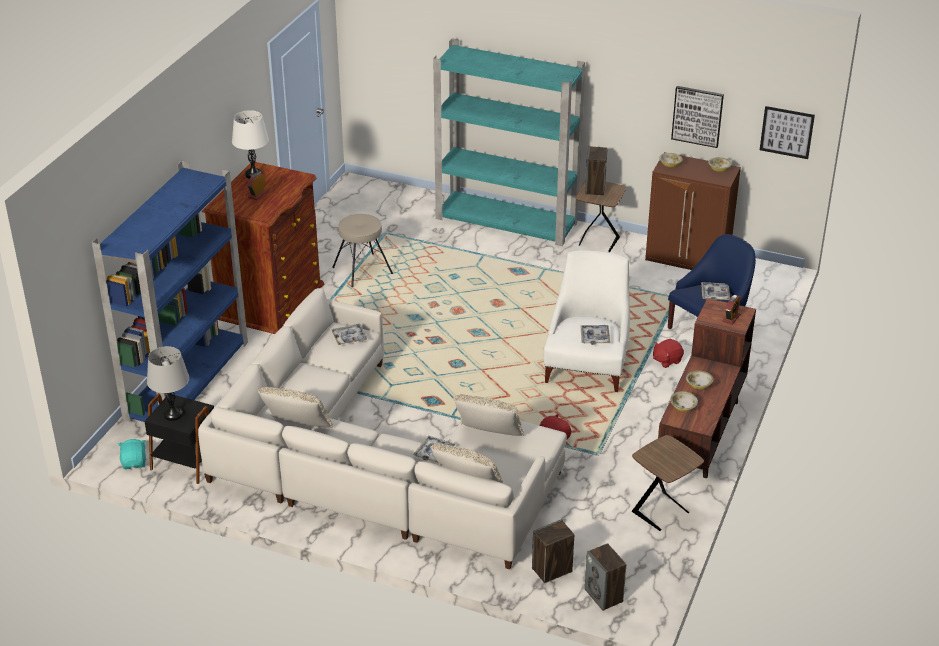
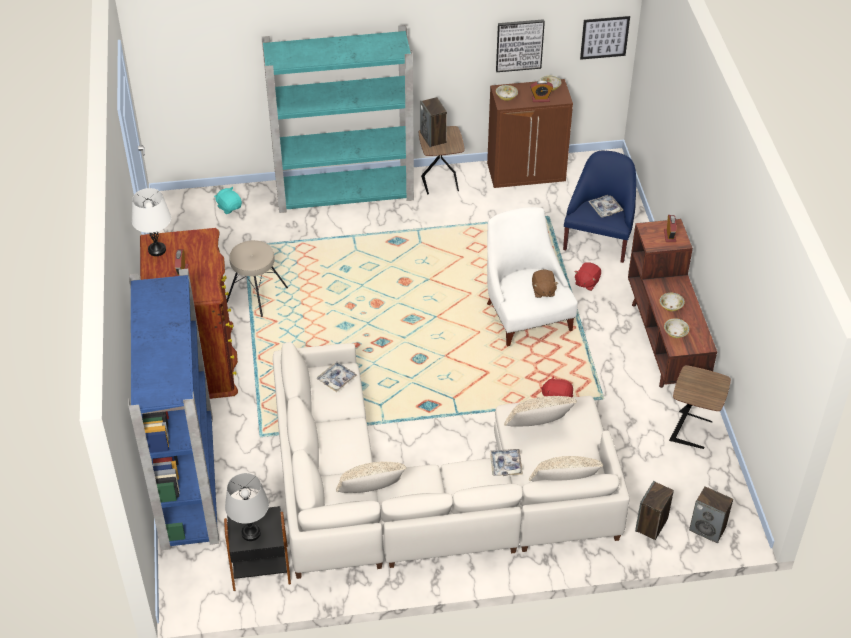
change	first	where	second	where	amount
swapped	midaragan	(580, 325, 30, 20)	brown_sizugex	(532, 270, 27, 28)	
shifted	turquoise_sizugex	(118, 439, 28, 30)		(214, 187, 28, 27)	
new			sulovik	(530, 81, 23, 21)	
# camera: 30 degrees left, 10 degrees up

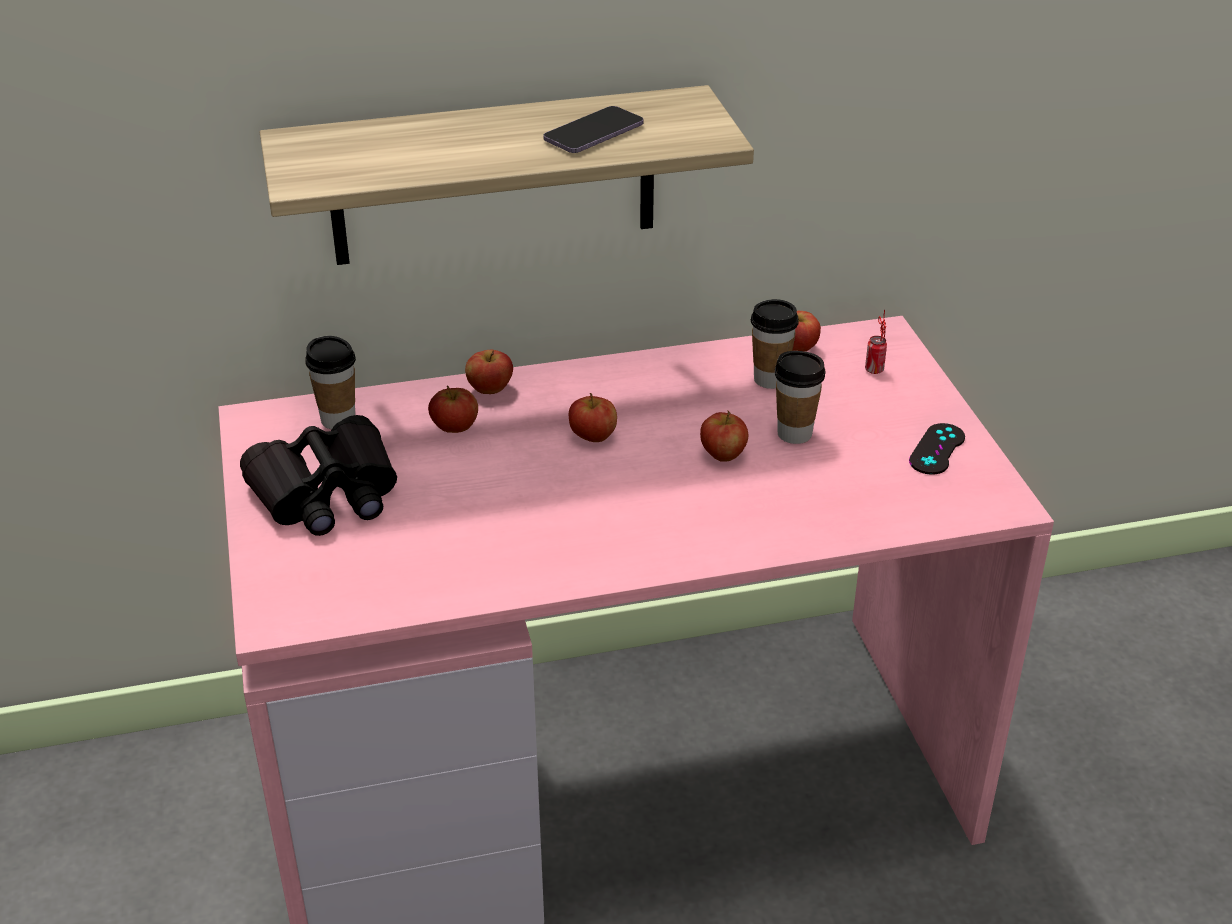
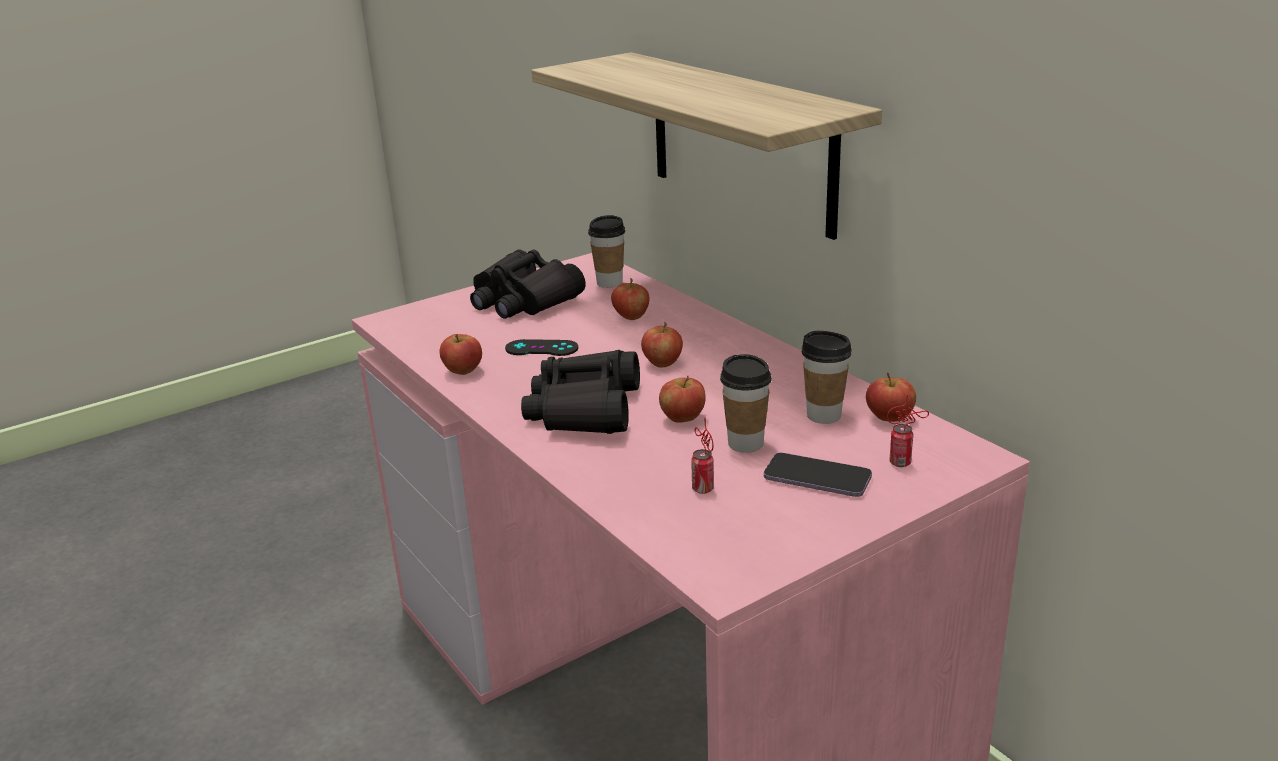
change	first	where	second	where	amount
shifted	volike	(544, 106, 99, 47)		(764, 453, 108, 44)	
shifted	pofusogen	(465, 350, 48, 44)		(440, 334, 42, 41)	
shifted	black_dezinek	(909, 423, 56, 52)		(505, 339, 73, 17)	
new			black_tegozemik	(521, 350, 119, 84)	
new			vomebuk	(691, 418, 23, 76)	
# camera: 70 degrees right, 10 degrees down

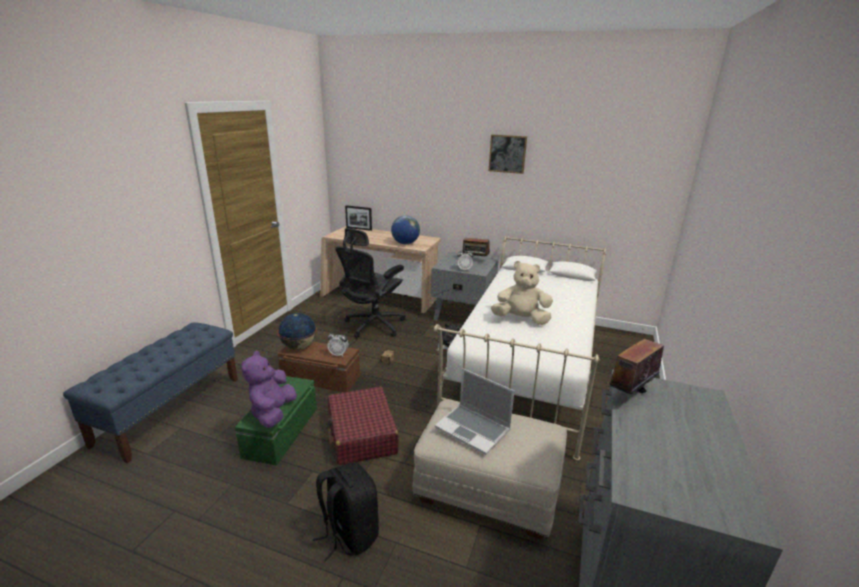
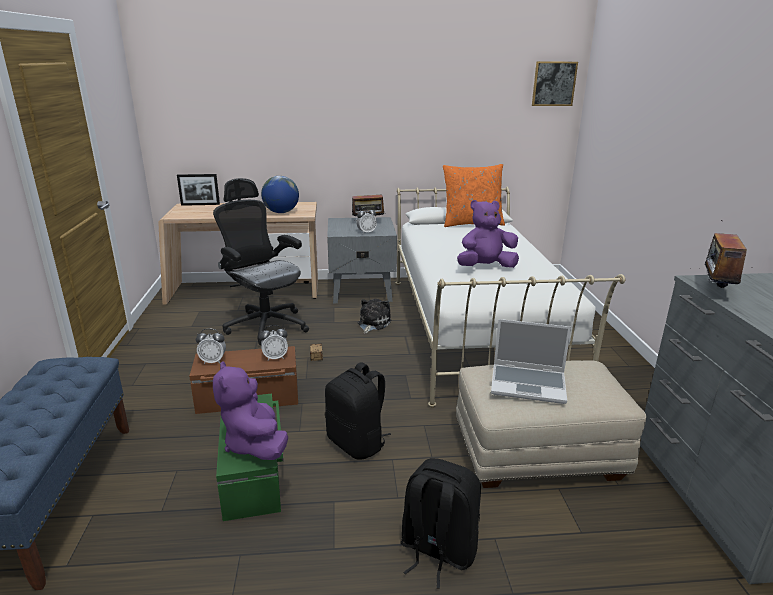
change	first	where	second	where	amount
shifted	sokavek	(489, 135, 38, 39)		(532, 61, 46, 45)	
rotated	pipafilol	(335, 228, 70, 110)		(213, 178, 96, 167)	135 degrees clockwise
repainted	beige_sizugex	(491, 261, 62, 64)	purple_sizugex	(457, 200, 62, 68)	
swapped	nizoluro	(277, 313, 40, 37)	sulovik	(196, 329, 30, 35)	
swapped	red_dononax	(327, 387, 72, 79)	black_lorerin	(325, 362, 66, 98)	
new			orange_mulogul	(443, 164, 62, 63)	
# camera: 25 degrees left, 0 degrees up

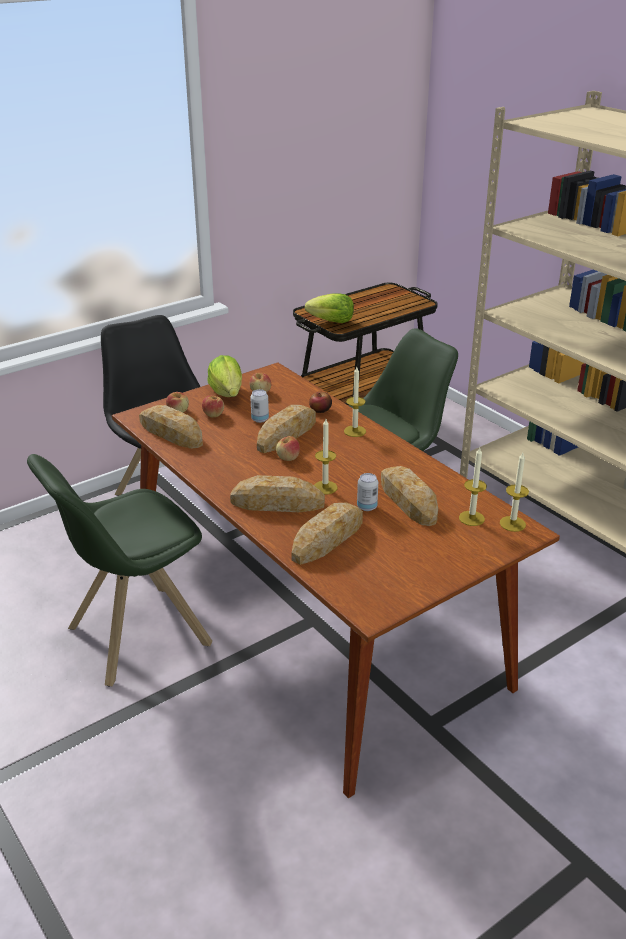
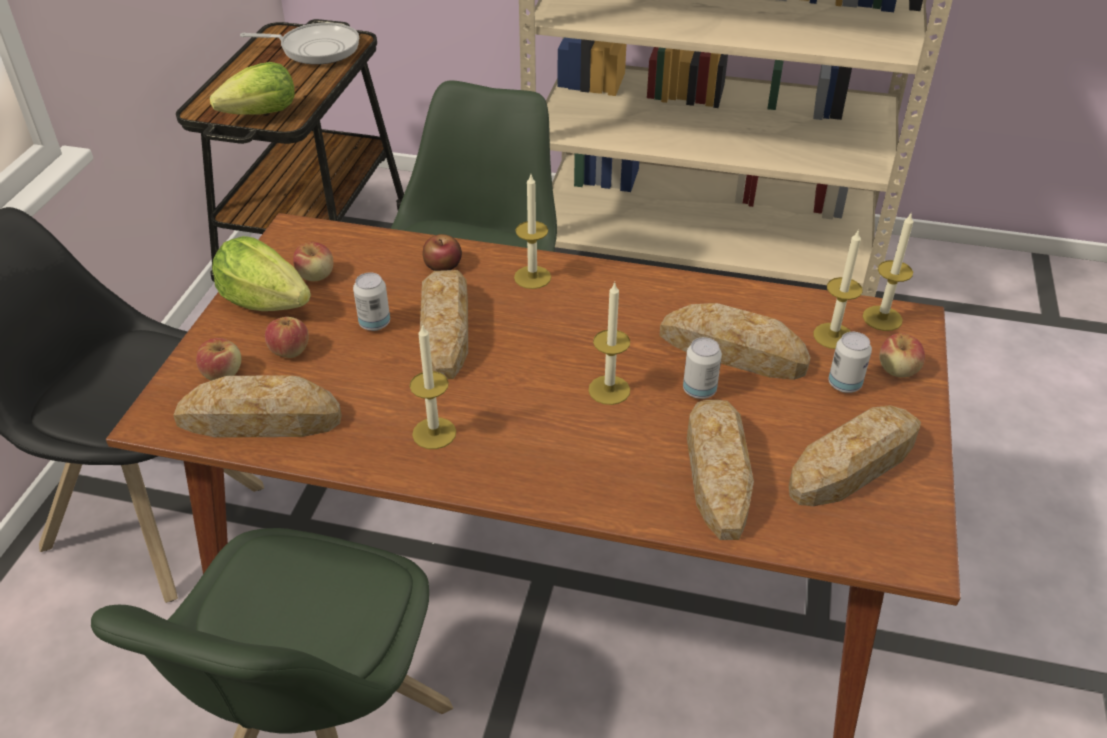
change	first	where	second	where	amount
shifted	pofusogen	(276, 436, 24, 25)		(879, 333, 46, 45)	
shifted	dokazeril	(230, 475, 95, 37)		(789, 405, 132, 101)	
new			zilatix	(240, 22, 119, 43)	
new			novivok	(409, 324, 47, 125)	
new			vomebuk	(828, 332, 44, 61)	
# camera: 40 degrees left, 10 degrees up

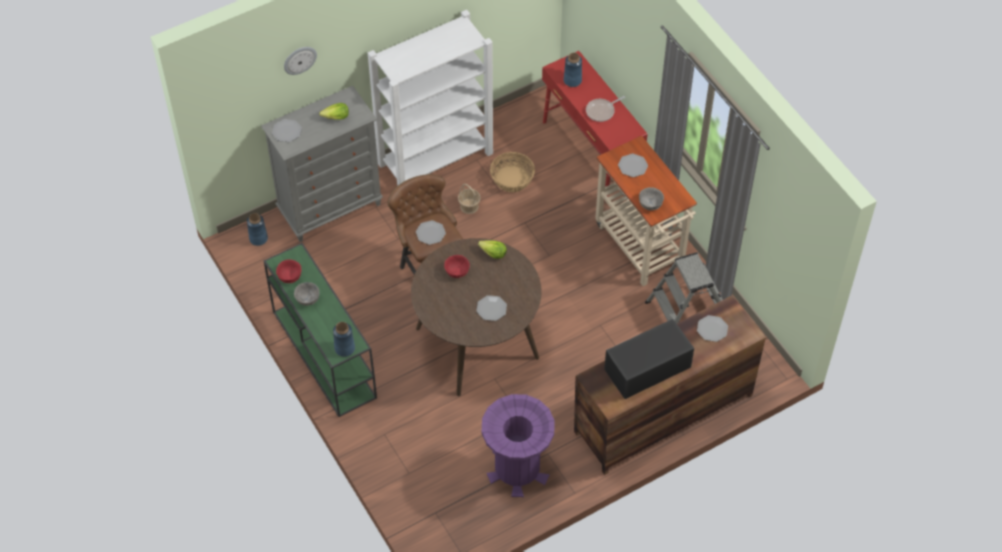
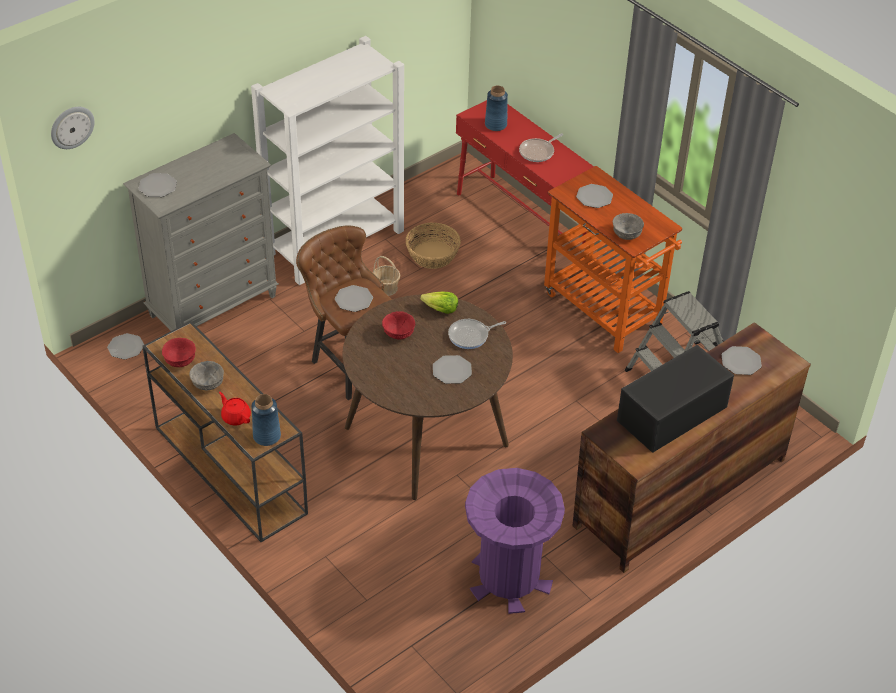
change	first	where	second	where	amount
shifted	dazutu	(284, 47, 33, 28)		(51, 107, 44, 42)	
gone	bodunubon	(319, 103, 30, 17)			
repainted	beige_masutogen	(595, 136, 102, 150)	orange_masutogen	(544, 166, 138, 187)	
swapped	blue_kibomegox	(247, 213, 21, 33)	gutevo	(107, 333, 37, 26)	
repainted	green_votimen	(263, 243, 114, 174)	brown_votimen	(142, 321, 166, 221)	
new			zilatix	(448, 319, 58, 30)	
new			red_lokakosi	(219, 392, 32, 34)	
# camera: 10 degrees left, 10 degrees down

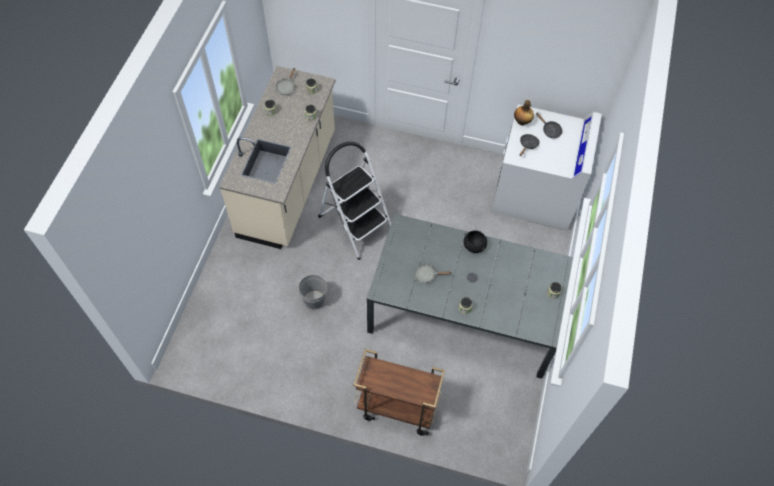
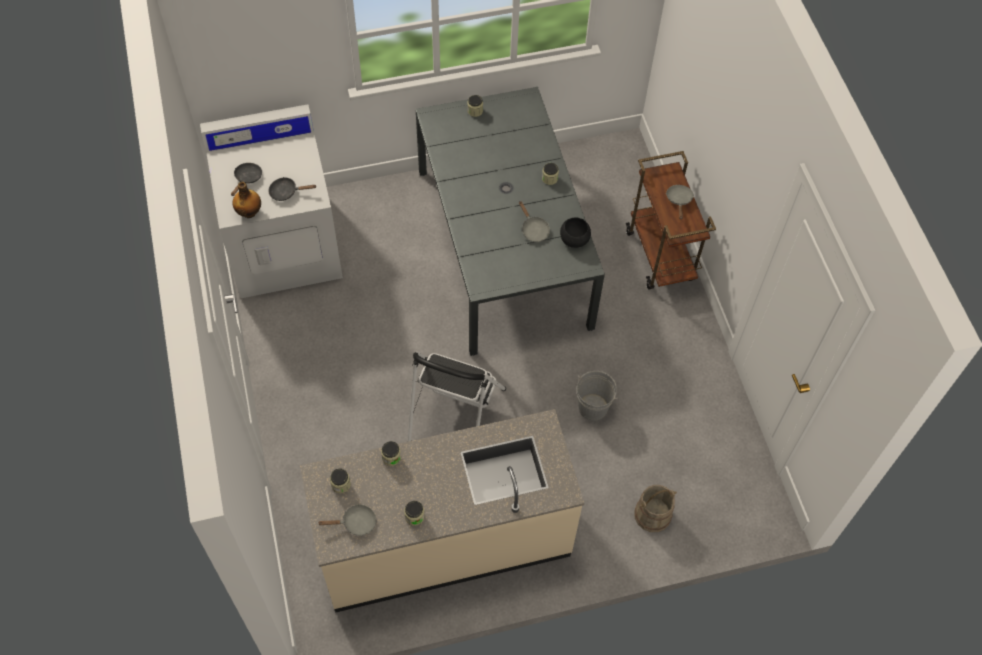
change	first	where	second	where	amount
shifted	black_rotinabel	(464, 230, 23, 23)		(560, 218, 31, 30)	
new			grey_zilatix	(666, 185, 28, 34)	
new			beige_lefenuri	(634, 485, 43, 47)	
# camera: 120 degrees left, 0 degrees up

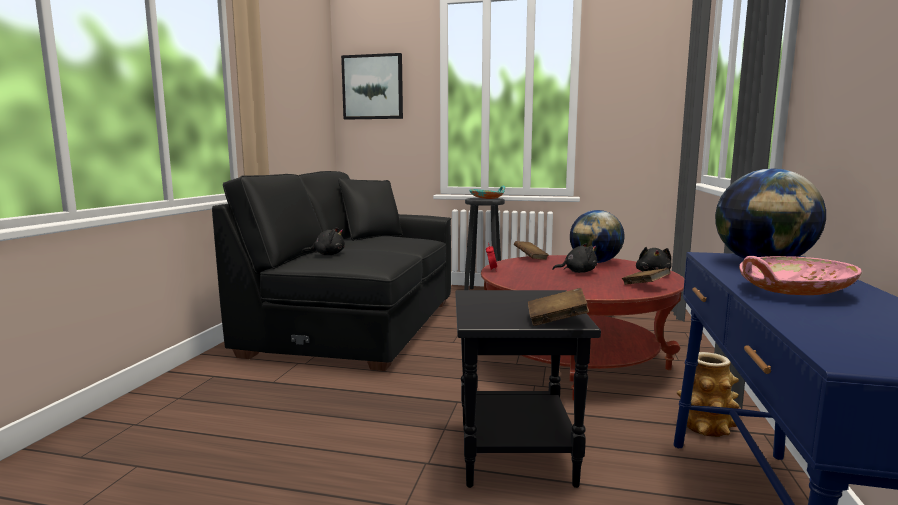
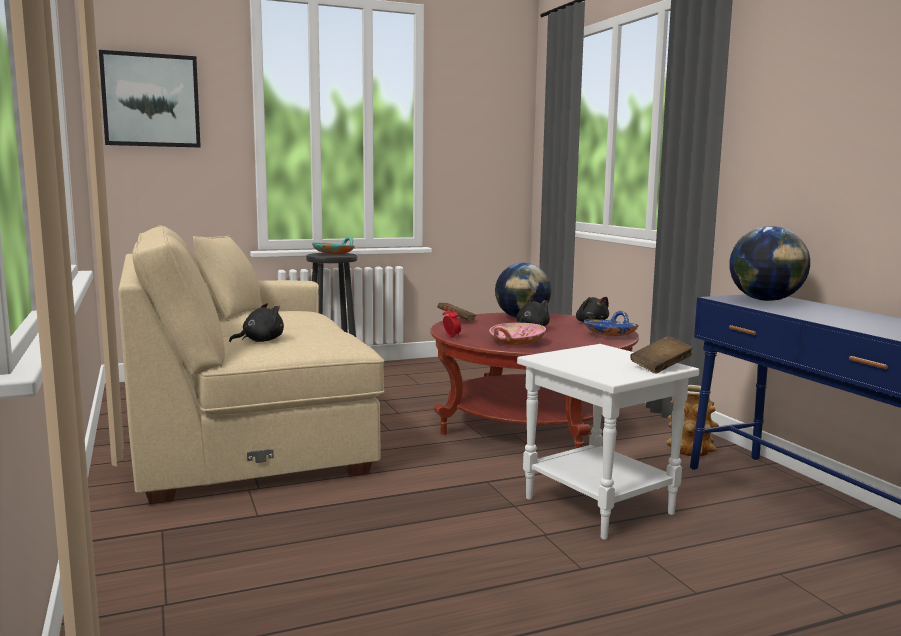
change	first	where	second	where	amount
repainted	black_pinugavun	(212, 171, 239, 200)	beige_pinugavun	(118, 225, 266, 279)	
shifted	pink_rotinabel	(739, 256, 123, 39)		(489, 323, 57, 22)	
swapped	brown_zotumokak	(622, 268, 49, 17)	blue_rotinabel	(584, 311, 54, 25)	
repainted	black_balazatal	(456, 290, 145, 198)	white_balazatal	(517, 344, 182, 196)	
# camera: 35 degrees left, 0 degrees up

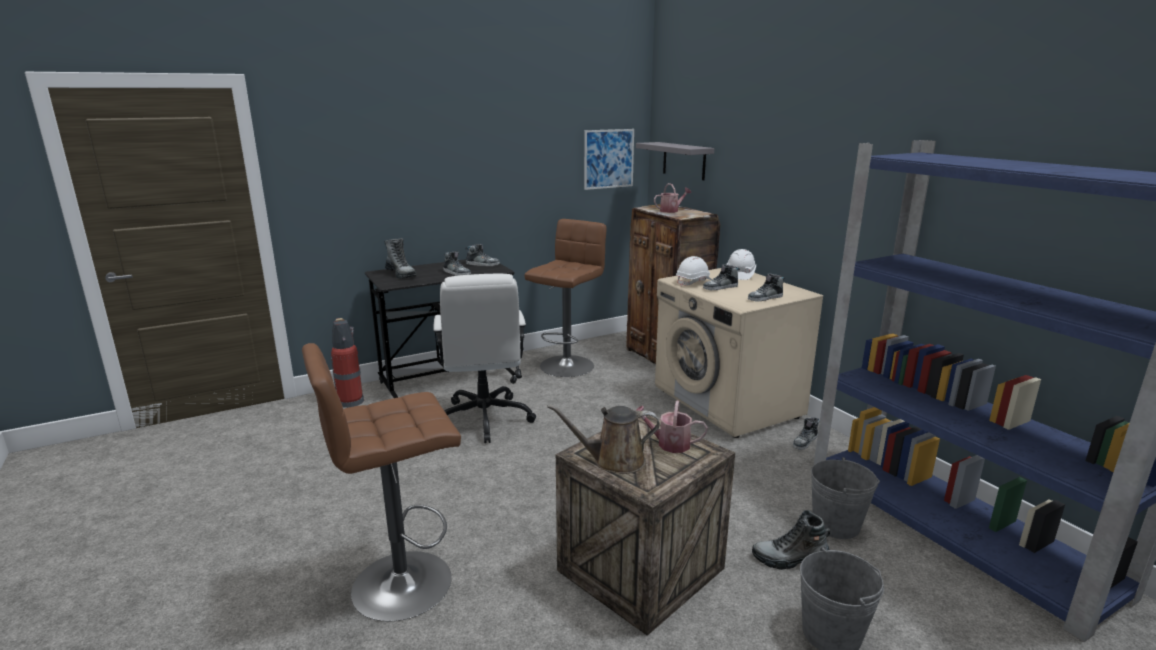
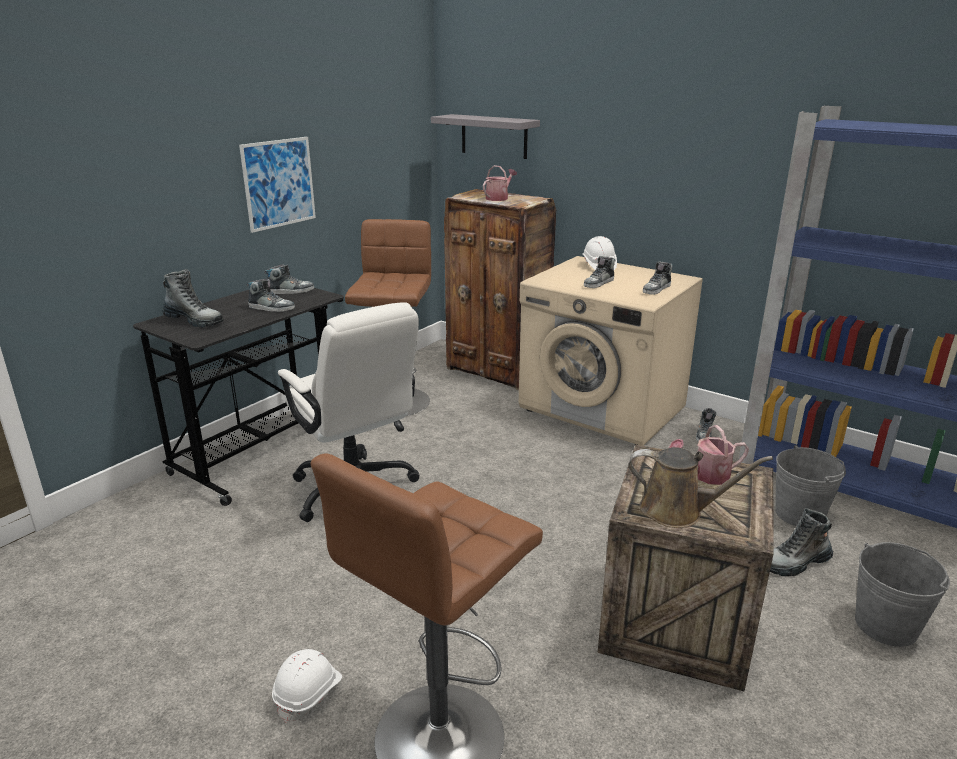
change	first	where	second	where	amount
shifted	sokavek	(584, 129, 50, 61)		(239, 137, 77, 96)	
shifted	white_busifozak	(676, 256, 36, 30)		(272, 649, 70, 74)	
gone	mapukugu	(331, 318, 34, 90)			
rotated	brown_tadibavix	(547, 405, 112, 69)		(628, 447, 145, 81)	135 degrees counterclockwise
# camera: 25 degrees left, 5 degrees up

